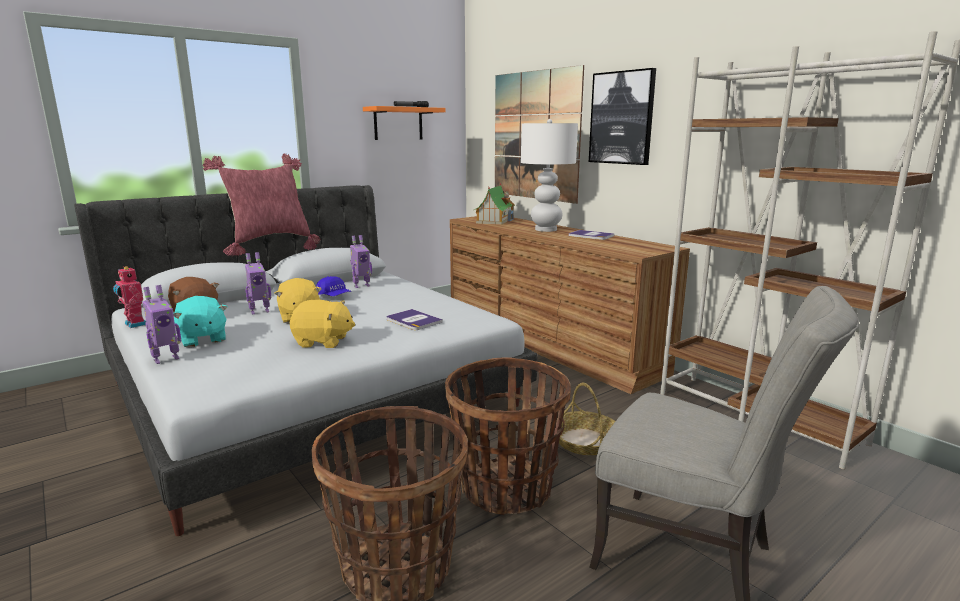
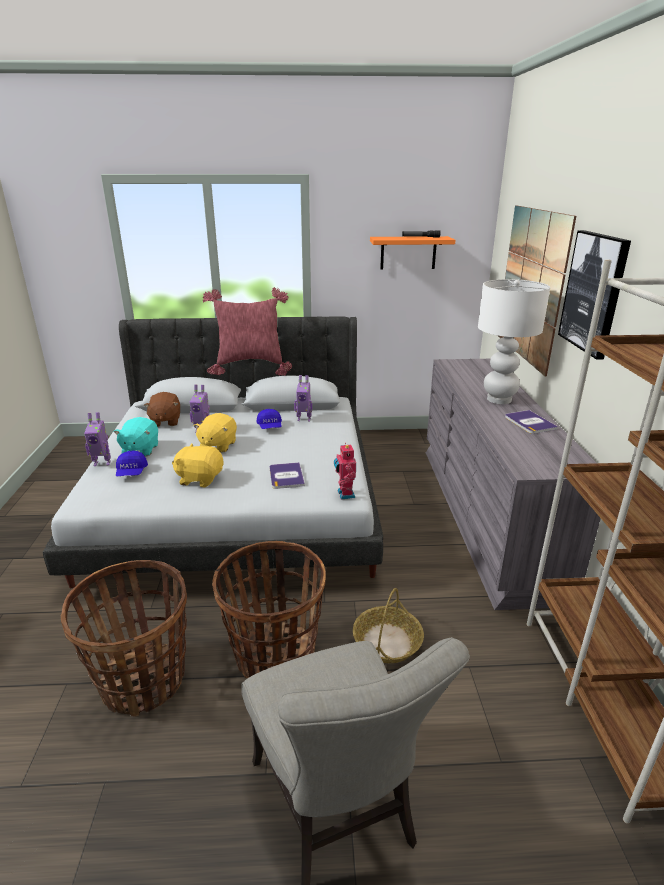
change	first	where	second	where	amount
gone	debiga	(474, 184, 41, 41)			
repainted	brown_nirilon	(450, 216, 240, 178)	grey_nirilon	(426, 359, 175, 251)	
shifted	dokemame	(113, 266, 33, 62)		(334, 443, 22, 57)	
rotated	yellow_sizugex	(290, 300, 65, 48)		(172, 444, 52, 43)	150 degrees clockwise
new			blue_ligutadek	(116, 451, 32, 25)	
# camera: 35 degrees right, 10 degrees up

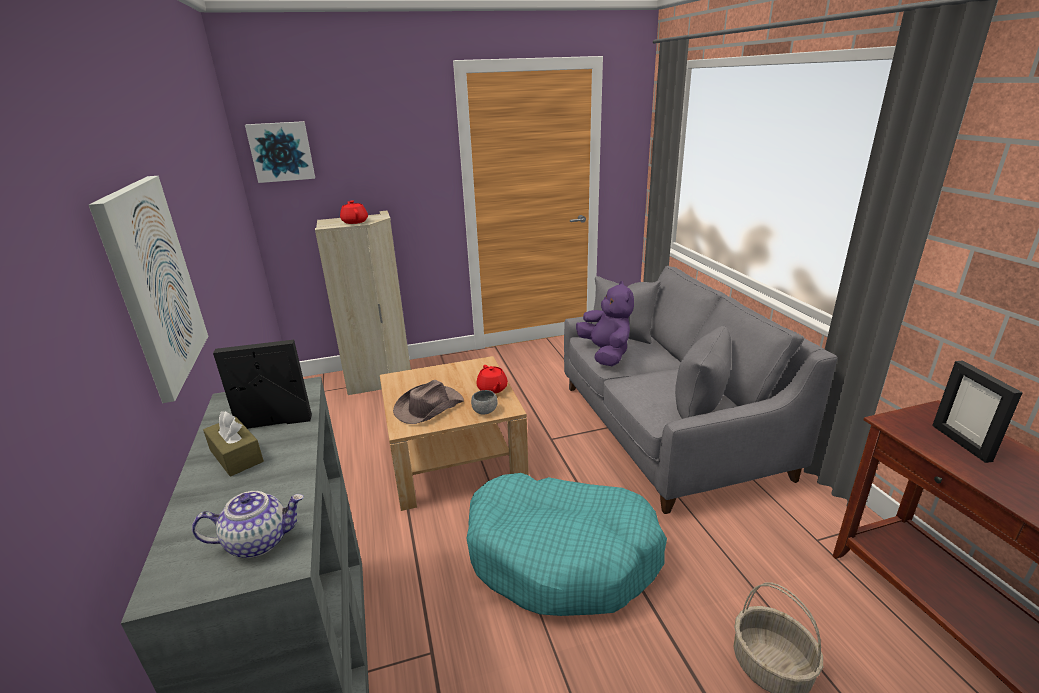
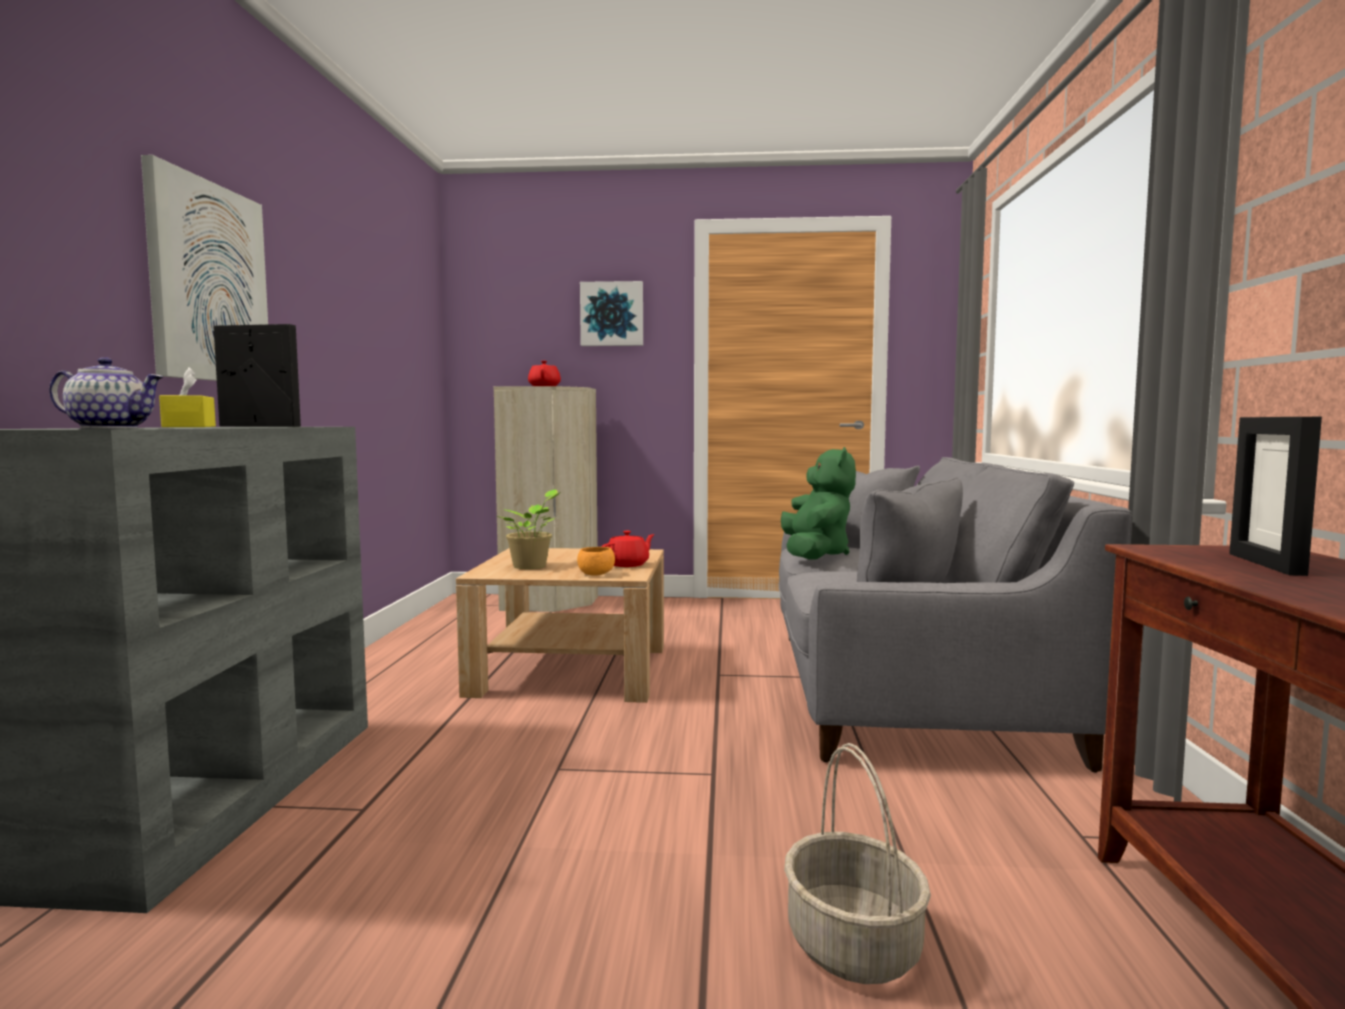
change	first	where	second	where	amount
shifted	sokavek	(245, 121, 70, 62)		(580, 281, 63, 65)	
repainted	purple_sizugex	(576, 281, 58, 85)	green_sizugex	(781, 447, 75, 113)	
rotated	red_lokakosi	(476, 365, 32, 29)		(601, 531, 54, 36)	135 degrees counterclockwise
swapped	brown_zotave	(393, 380, 71, 44)	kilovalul	(495, 489, 66, 80)	
repainted	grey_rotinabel	(471, 390, 27, 25)	orange_rotinabel	(577, 547, 38, 28)	
repainted	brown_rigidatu	(203, 411, 61, 66)	yellow_rigidatu	(159, 367, 57, 60)	
gone	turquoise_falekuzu	(467, 473, 200, 143)			
# camera: 20 degrees right, 20 degrees down

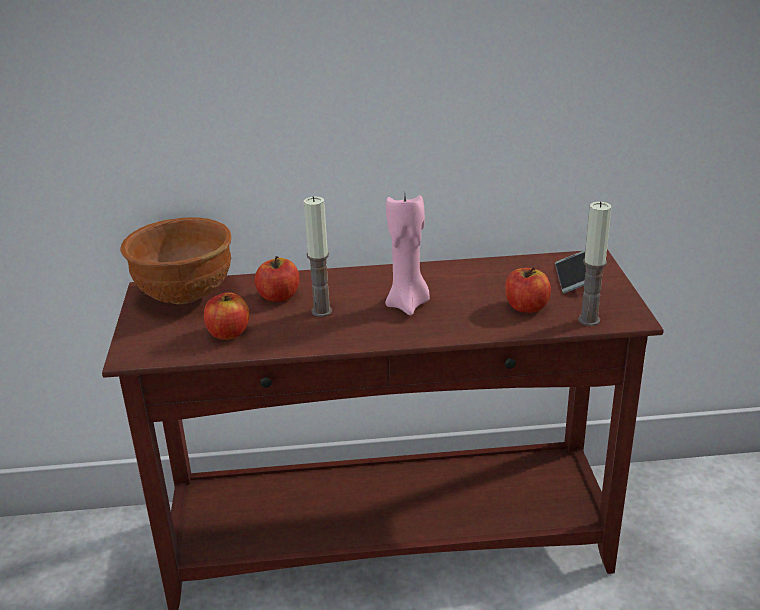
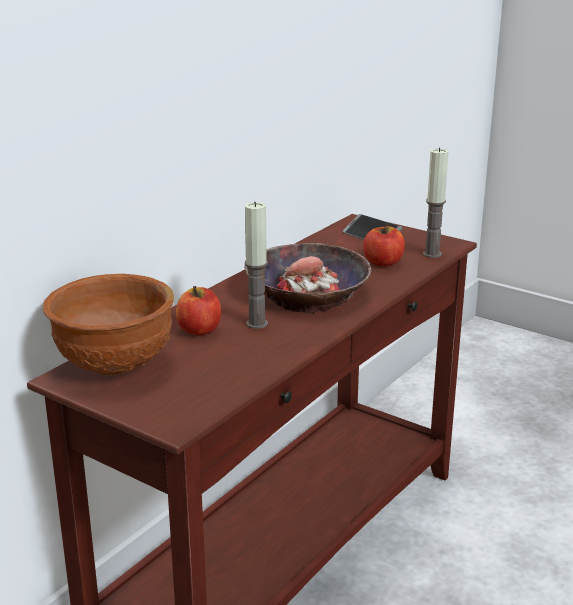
change	first	where	second	where	amount
swapped	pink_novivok	(385, 196, 45, 119)	rotinabel	(244, 243, 127, 71)	
gone	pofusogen	(204, 292, 45, 48)			
# camera: 50 degrees left, 5 degrees down

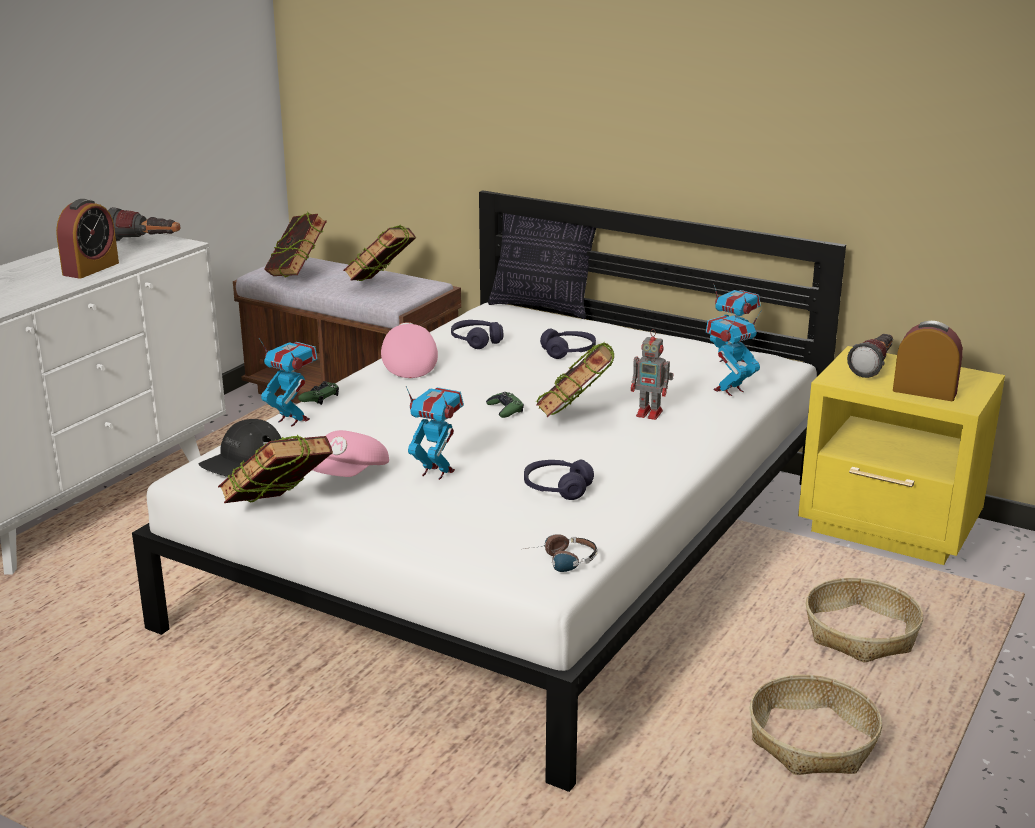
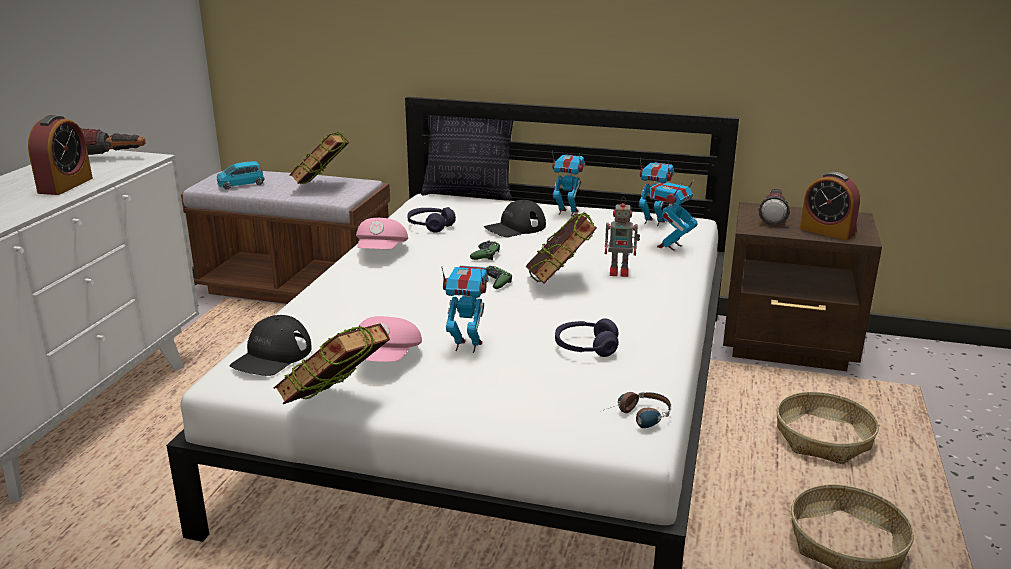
change	first	where	second	where	amount
swapped	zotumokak	(264, 212, 63, 65)	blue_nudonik	(217, 161, 47, 28)	
rotated	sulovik	(893, 321, 70, 80)		(800, 172, 60, 68)	150 degrees counterclockwise
rotated	pink_ligutadek	(381, 322, 57, 56)		(356, 218, 52, 31)	150 degrees counterclockwise
swapped	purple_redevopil	(540, 329, 56, 30)	black_ligutadek	(484, 200, 62, 37)	
shifted	dokemame	(259, 338, 58, 89)		(552, 150, 33, 66)	
repainted	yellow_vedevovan	(798, 346, 207, 219)	brown_vedevovan	(723, 202, 159, 169)	
shifted	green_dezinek	(298, 381, 41, 24)		(470, 240, 30, 20)	
# camera: 15 degrees left, 0 degrees up

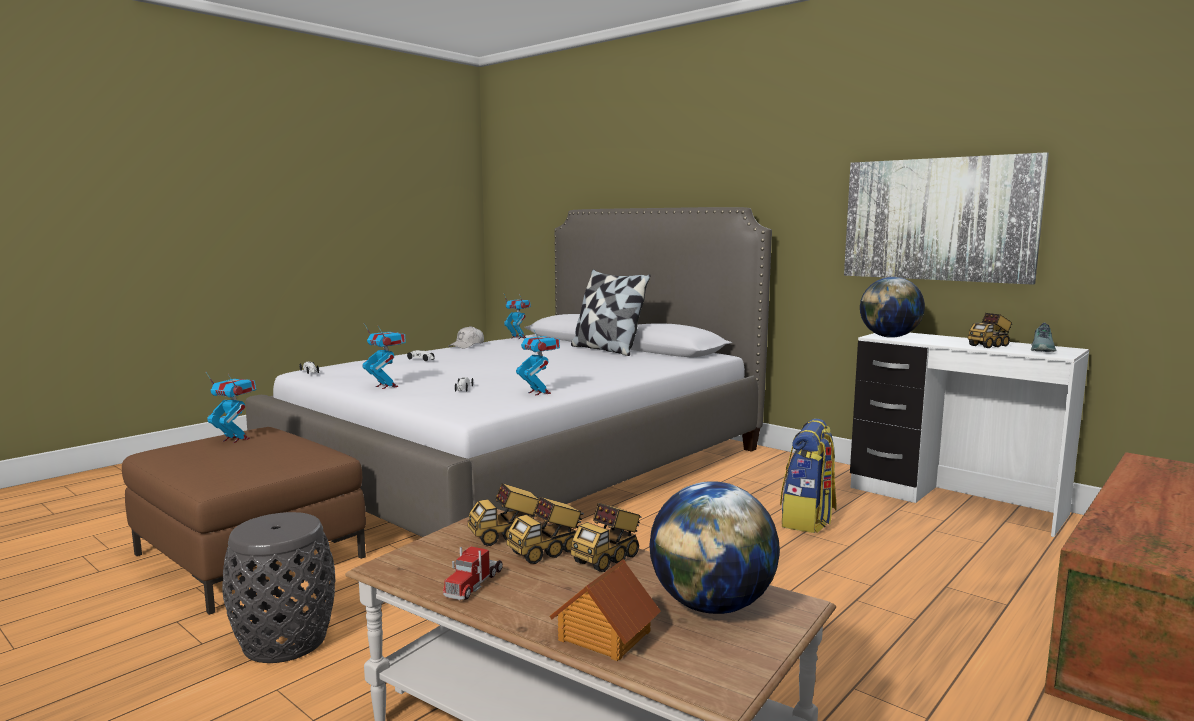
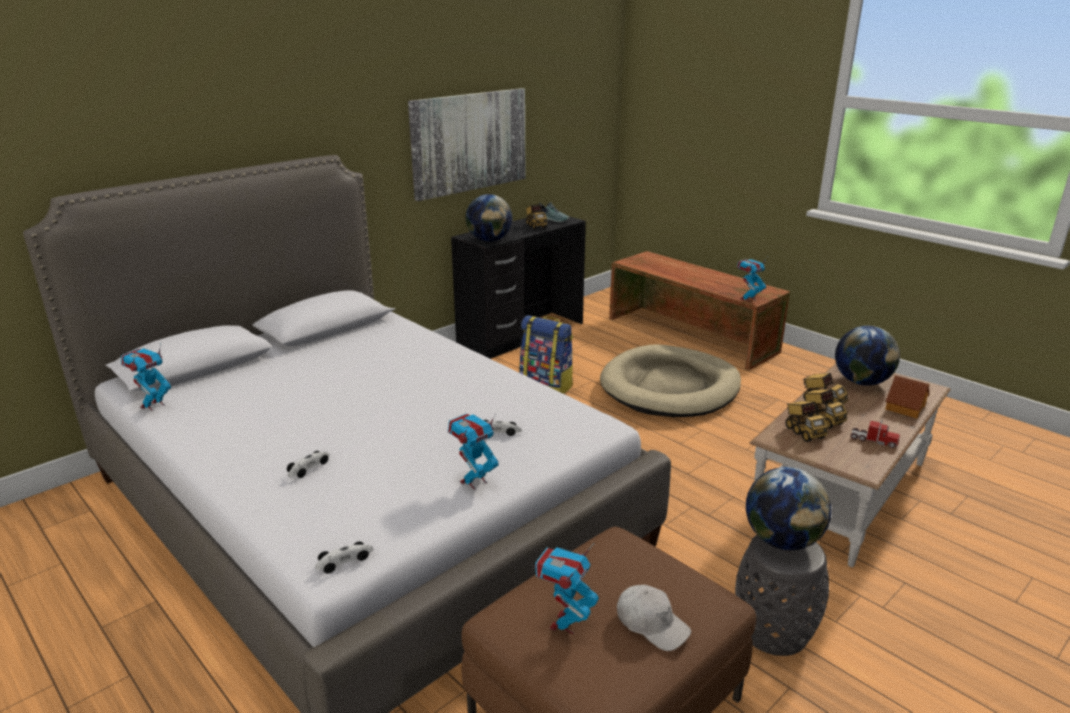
change	first	where	second	where	amount
gone	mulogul	(571, 269, 80, 87)			
shifted	white_ligutadek	(448, 326, 36, 23)		(617, 585, 74, 66)	
shifted	dokemame	(516, 328, 44, 68)		(737, 258, 30, 44)	
repainted	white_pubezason	(850, 333, 239, 204)	black_pubezason	(451, 216, 135, 143)	
new			beige_falekuzu	(600, 344, 141, 73)	
new			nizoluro	(746, 467, 86, 83)	
# camera: 85 degrees left, 15 degrees up

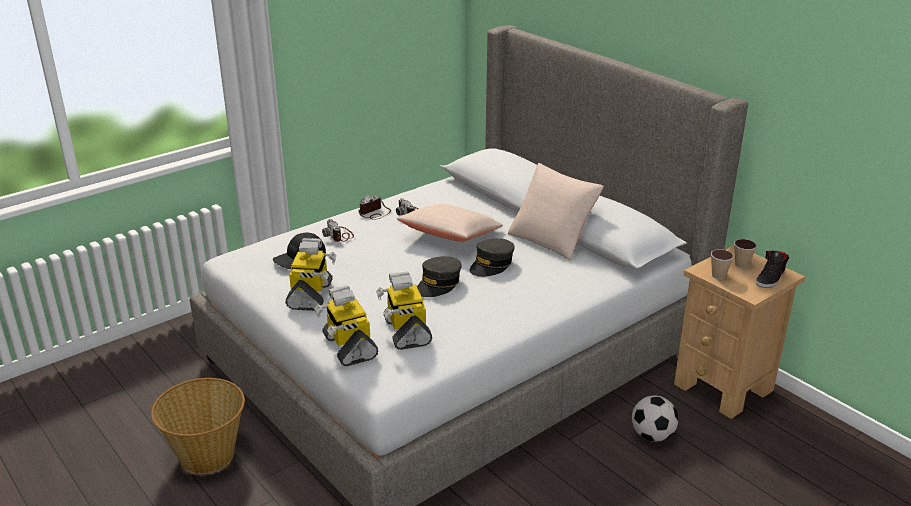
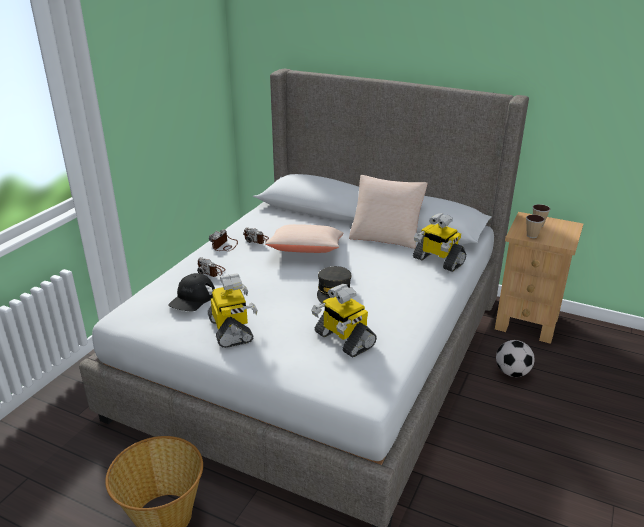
change	first	where	second	where	amount
gone	grey_ligutadek	(470, 238, 45, 39)			
gone	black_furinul	(756, 251, 33, 37)			
shifted	dokemame	(314, 286, 64, 80)		(413, 213, 53, 59)	
# camera: 25 degrees left, 0 degrees up

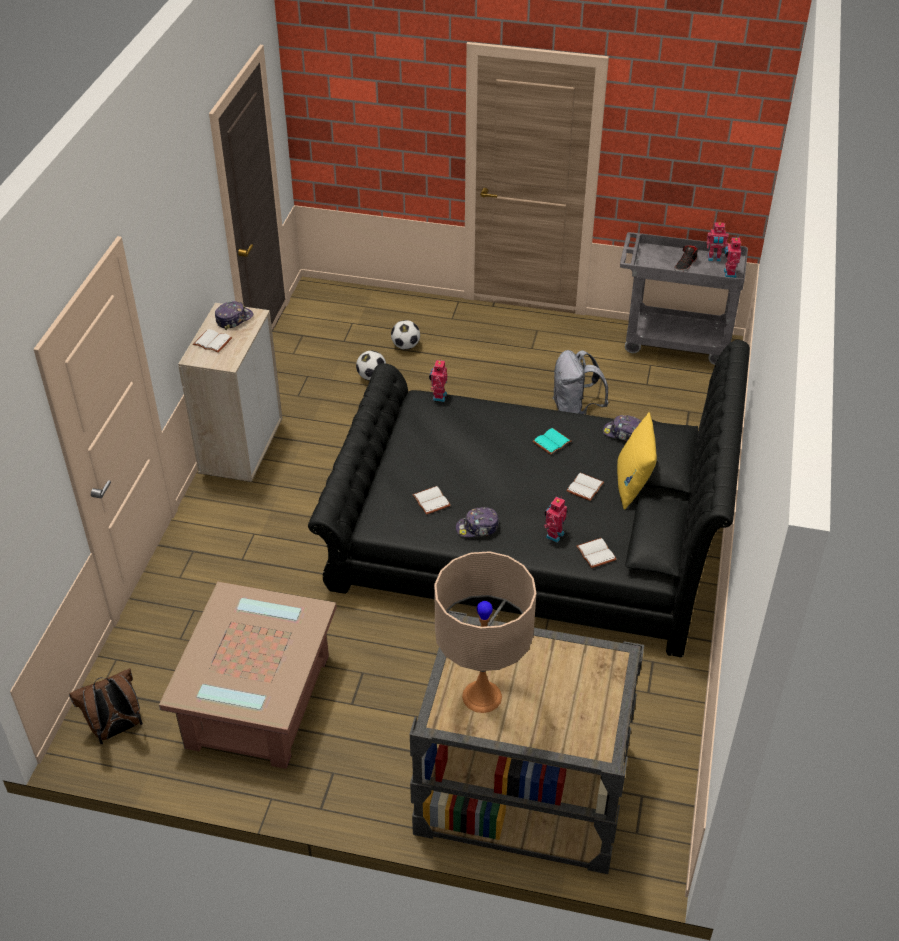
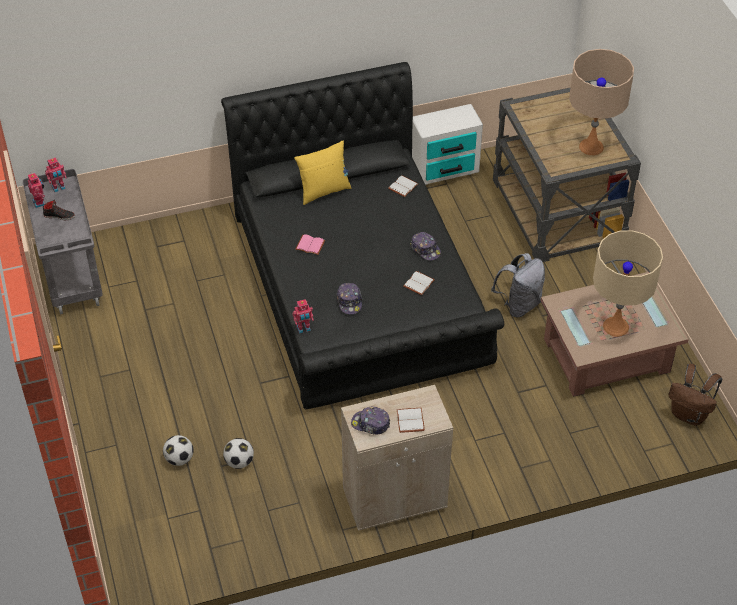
change	first	where	second	where	amount
shifted	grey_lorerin	(552, 350, 56, 65)		(491, 253, 54, 64)	
shifted	ligutadek	(603, 415, 38, 26)		(337, 283, 26, 31)	
repainted	turquoise_zotumokak	(532, 428, 40, 27)	pink_zotumokak	(295, 234, 30, 21)	
gone	white_zotumokak	(566, 473, 38, 28)			
gone	dokemame	(544, 497, 23, 46)			
new			white_vedevovan	(412, 104, 71, 81)	
new			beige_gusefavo	(593, 230, 70, 107)	
# camera: 120 degrees left, 5 degrees up

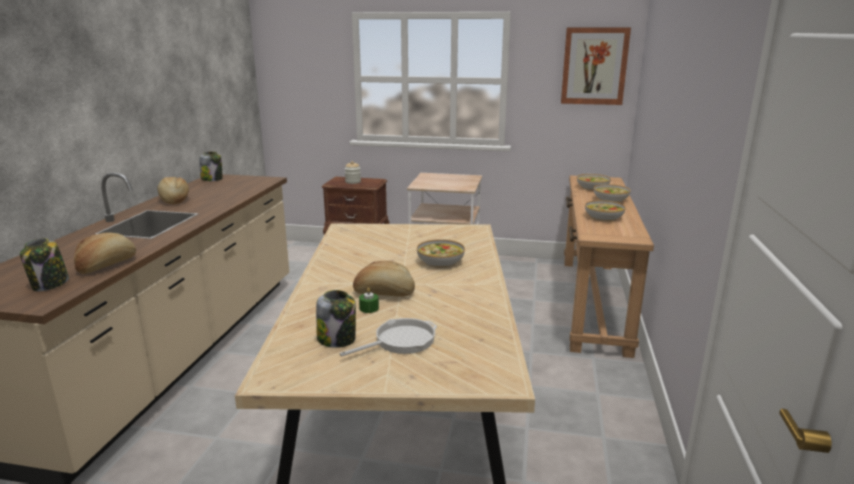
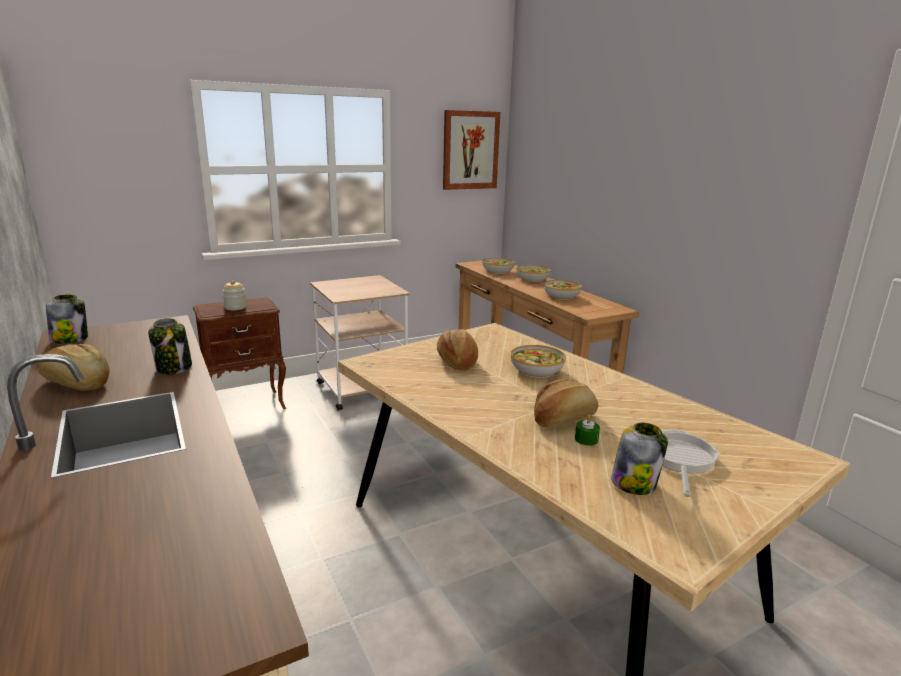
change	first	where	second	where	amount
shifted	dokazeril	(74, 233, 62, 41)		(437, 329, 41, 42)	
shifted	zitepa	(20, 238, 49, 53)		(148, 318, 44, 57)	
# camera: 40 degrees left, 0 degrees up

